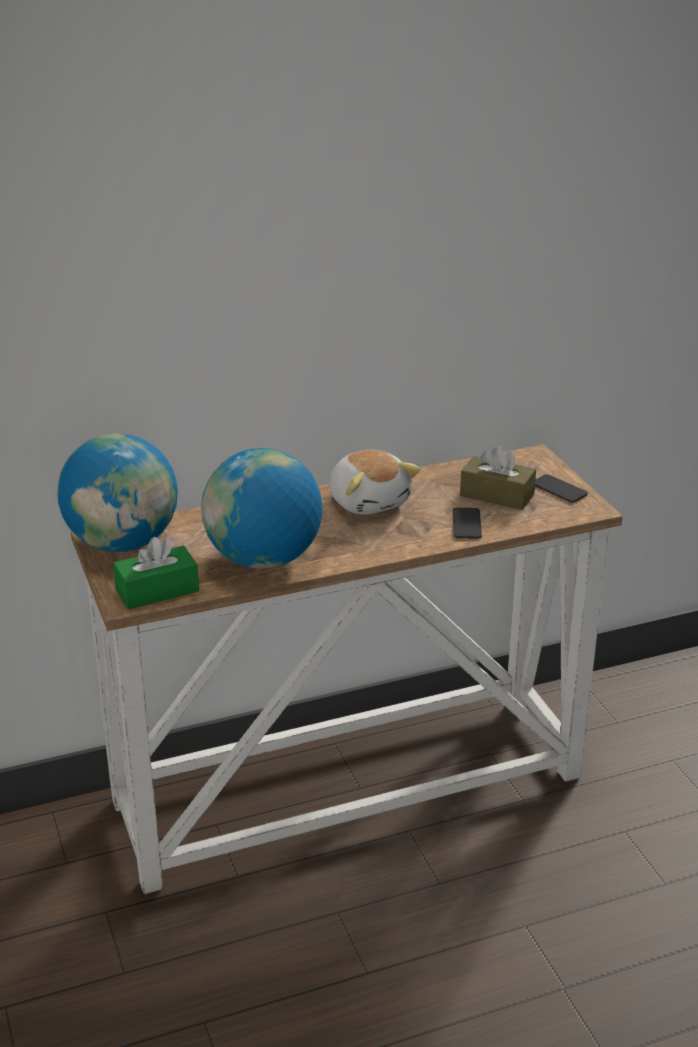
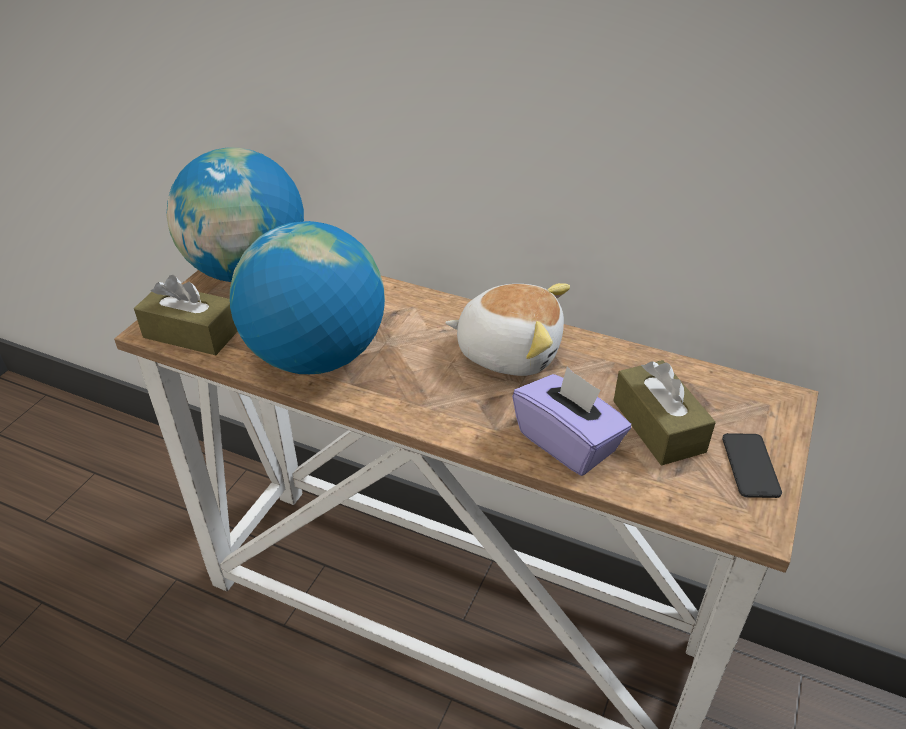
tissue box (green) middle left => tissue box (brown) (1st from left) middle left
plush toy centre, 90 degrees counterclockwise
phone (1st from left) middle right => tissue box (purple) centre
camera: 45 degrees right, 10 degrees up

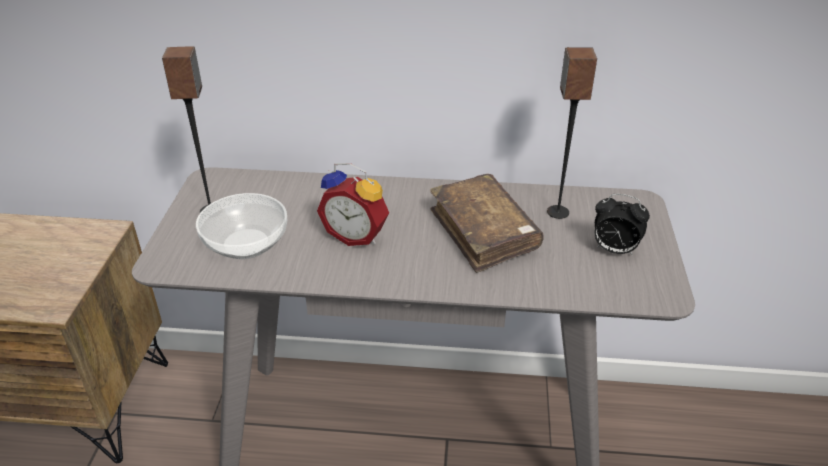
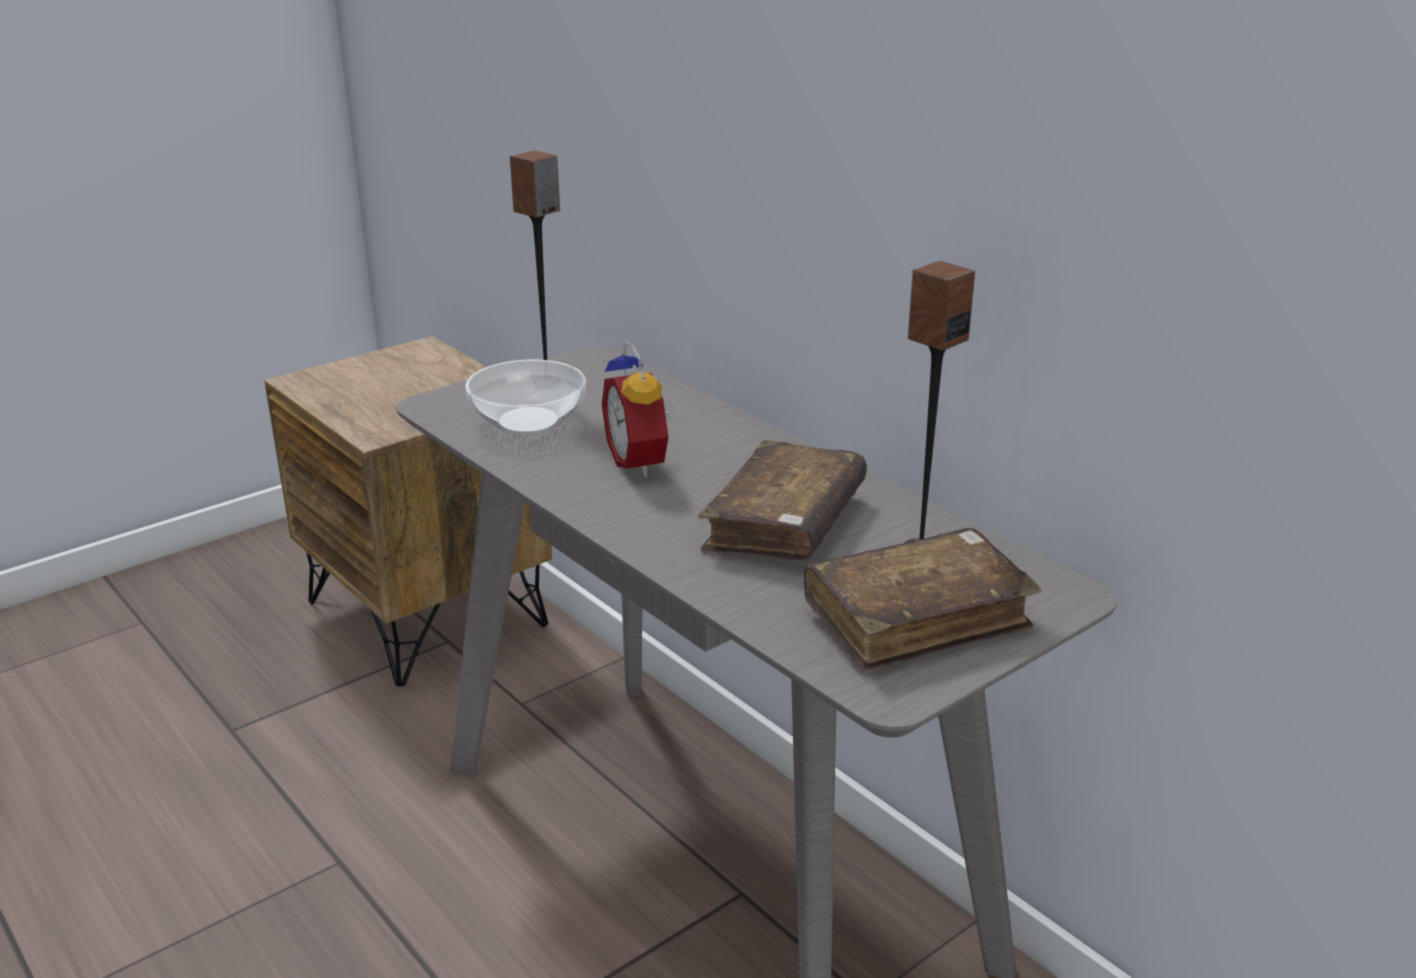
alarm clock (2nd from left) middle right => book (brown) (2nd from left) centre
camera: 45 degrees right, 10 degrees down

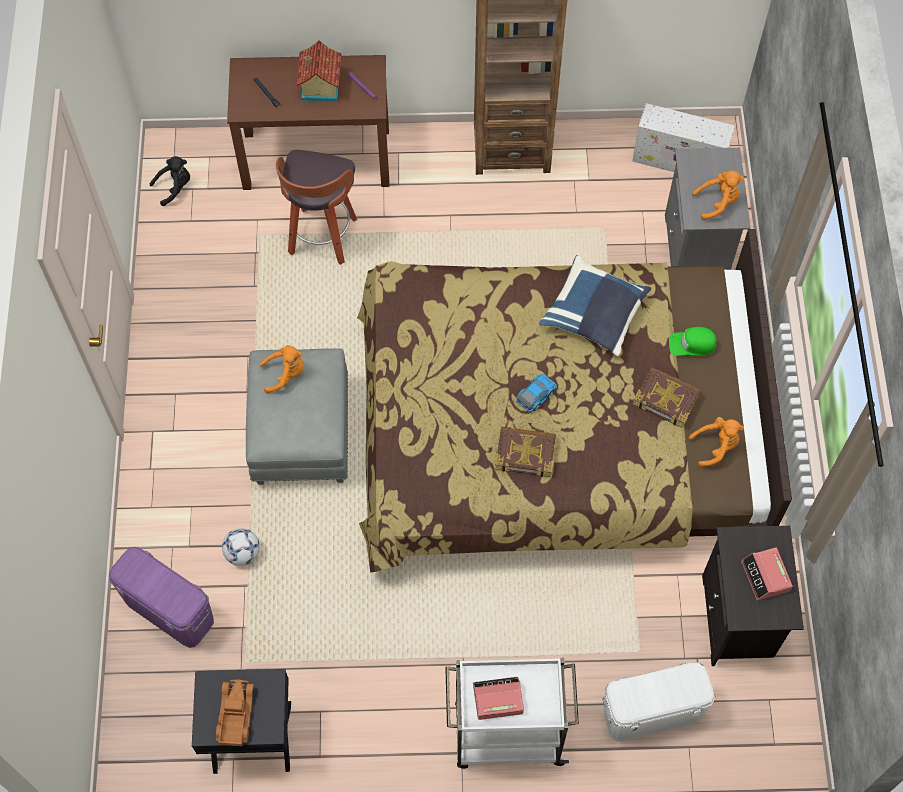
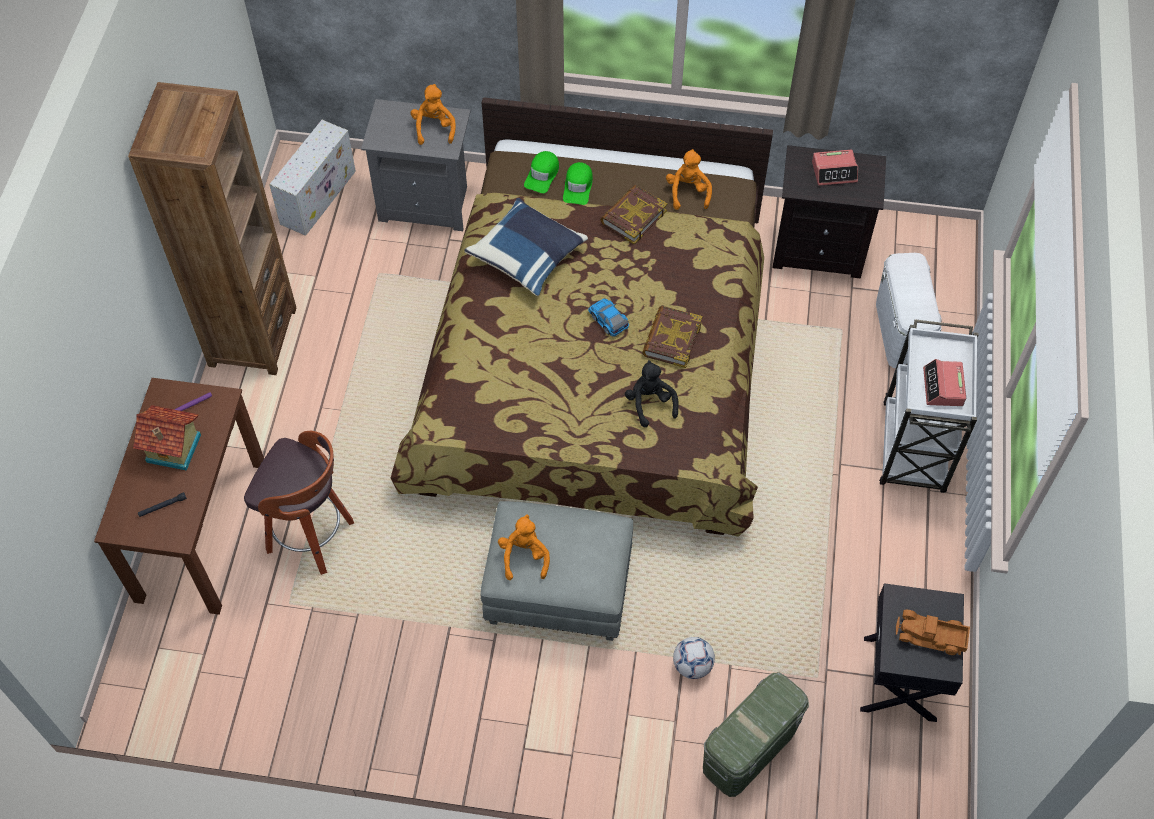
nothing => cap (green) (1st from left) top centre
plush toy (black) top left => plush toy (black) centre, move
storage box (purple) bottom left => storage box (green) bottom centre
camera: 80 degrees left, 5 degrees down

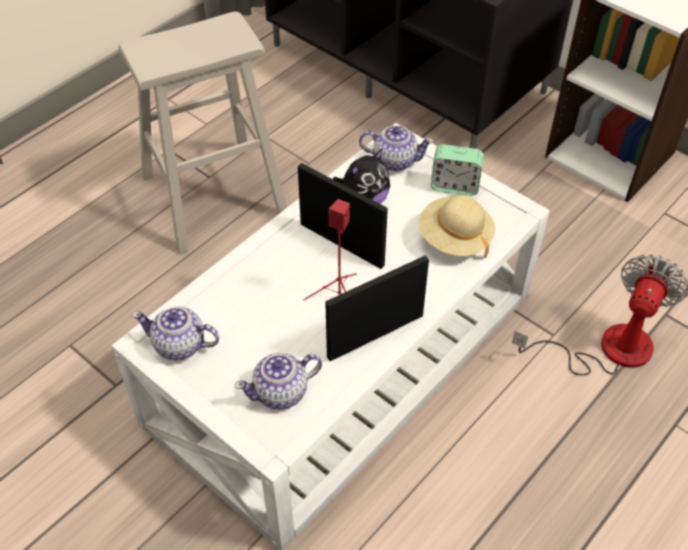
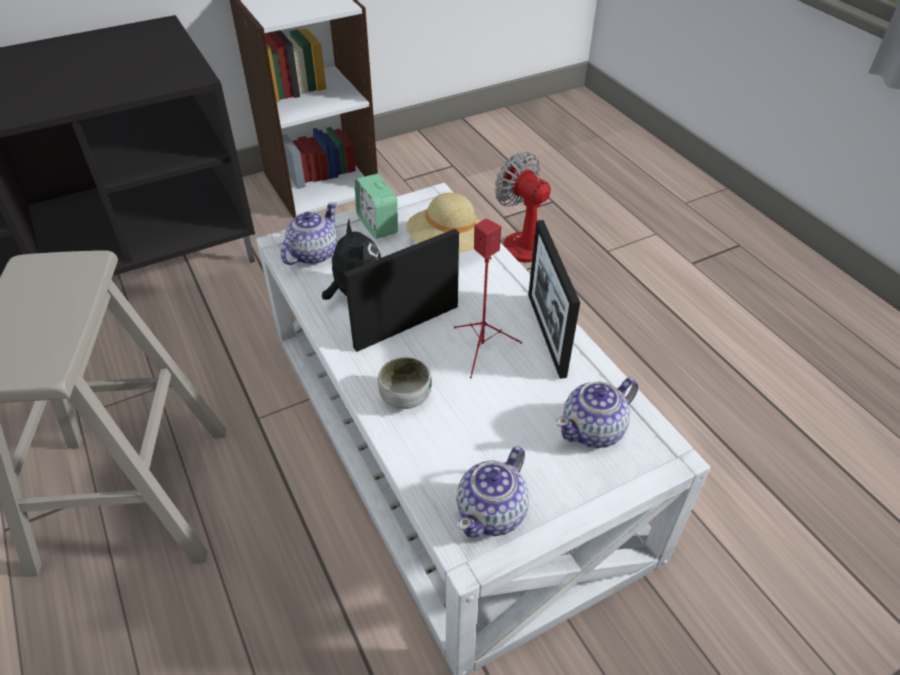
alarm clock top centre, 120 degrees clockwise
nothing => bowl centre
teapot (2nd from left in the first image) bottom centre => teapot (3rd from left) centre, 60 degrees clockwise
camera: 70 degrees left, 5 degrees down

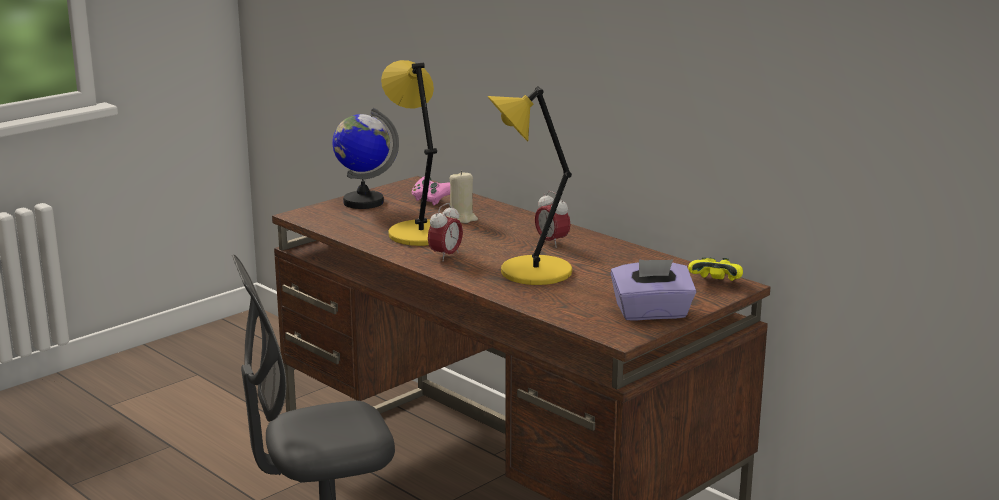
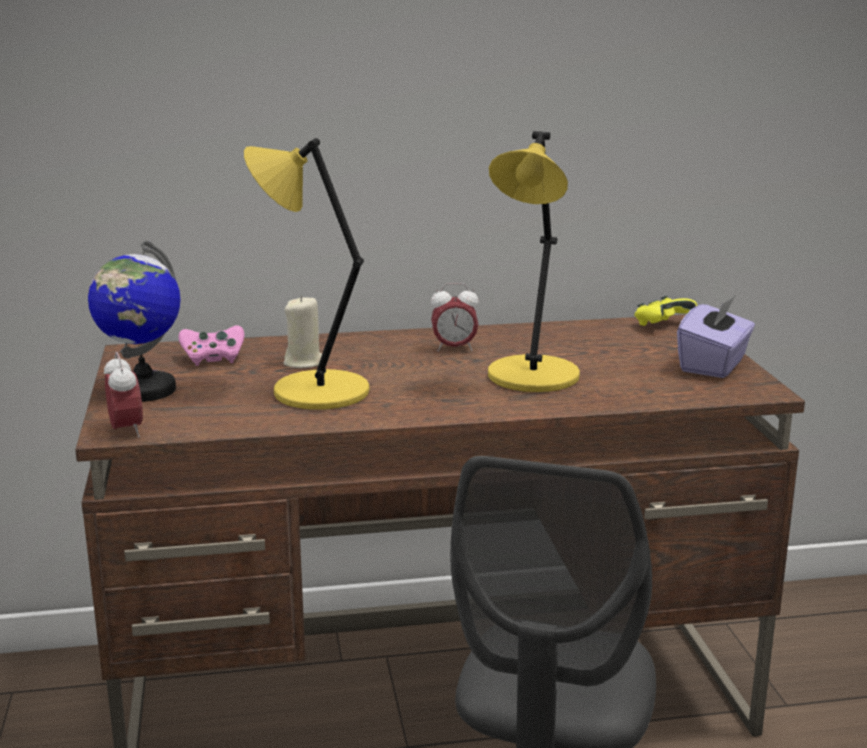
alarm clock (1st from left) centre => alarm clock (1st from left) middle left, move
camera: 55 degrees left, 0 degrees up

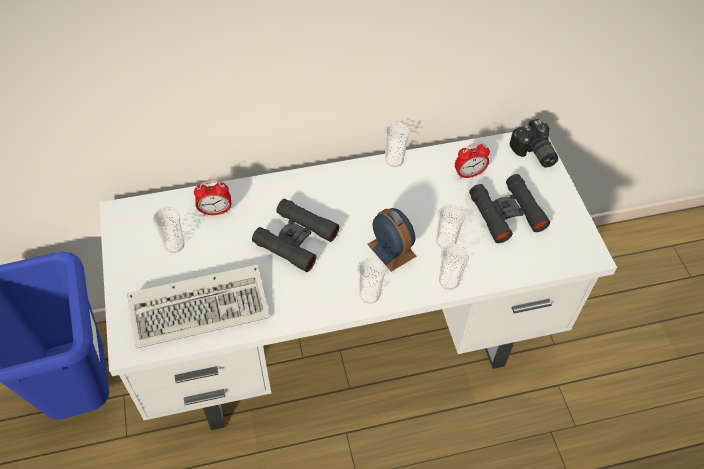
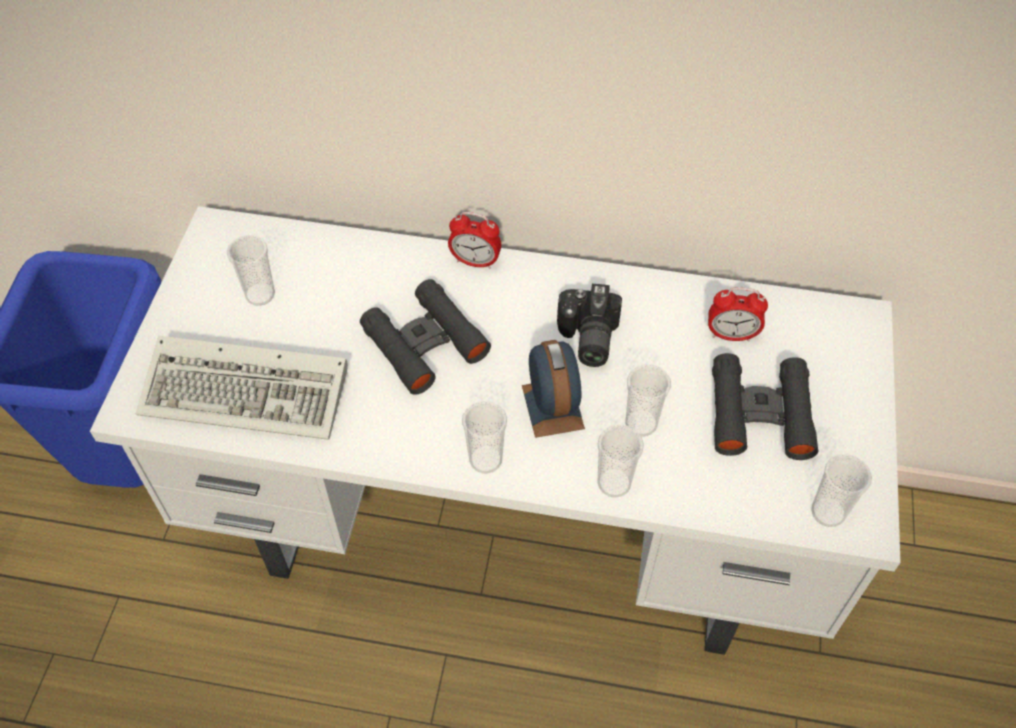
alarm clock (1st from left) middle left => alarm clock (1st from left) top centre, move
photo camera top right => photo camera centre, move
cup (3rd from left in the first image) top centre => cup (5th from left) bottom right, move
camera: 25 degrees right, 0 degrees up

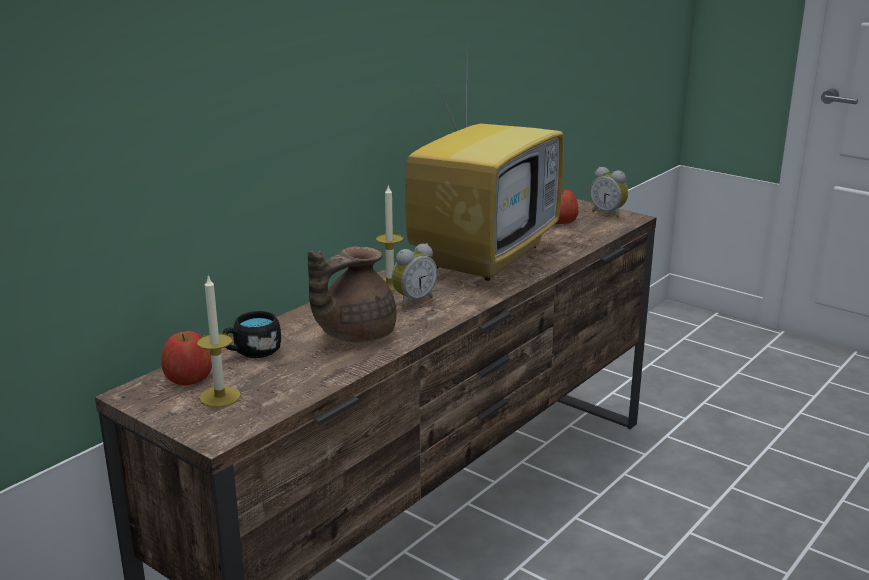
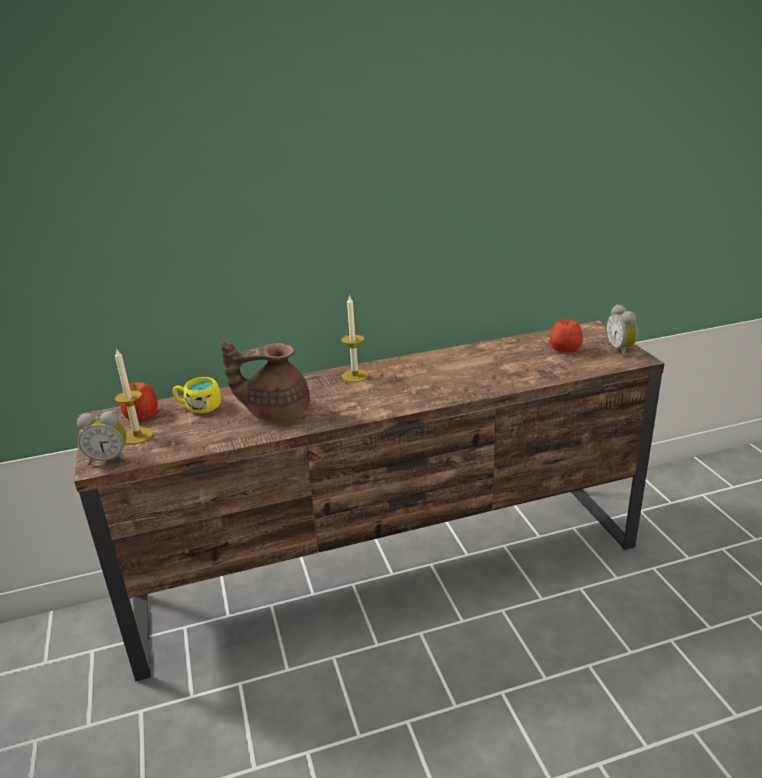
alarm clock (1st from left) centre => alarm clock (1st from left) middle left, move
mug (black) middle left => mug (yellow) middle left
television top centre => nothing
camera: 35 degrees right, 5 degrees up

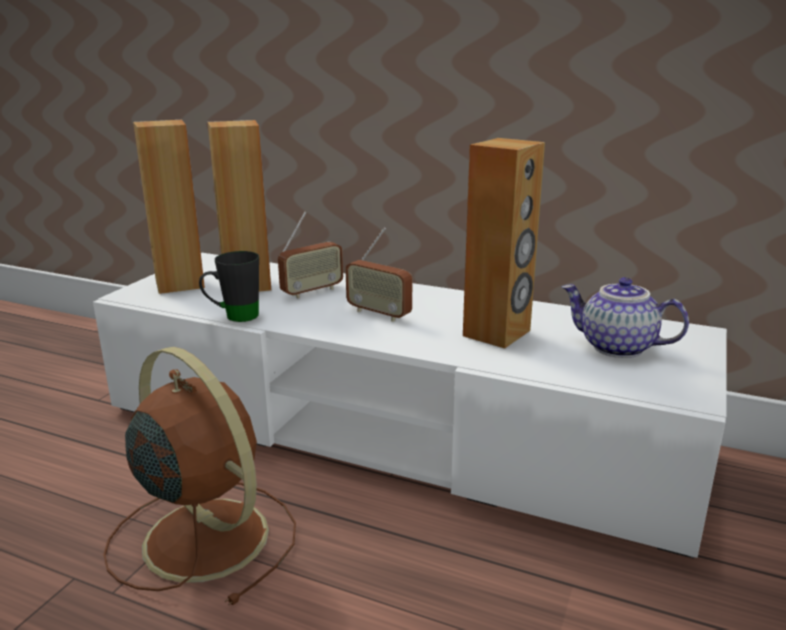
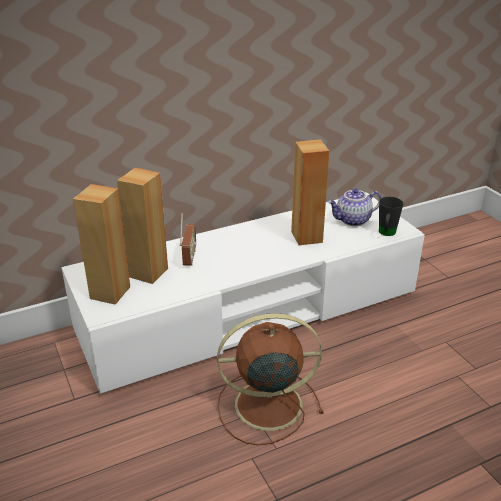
mug (black) middle left => mug (black) middle right, move
radio (2nd from left) centre => nothing
camera: 50 degrees left, 10 degrees up

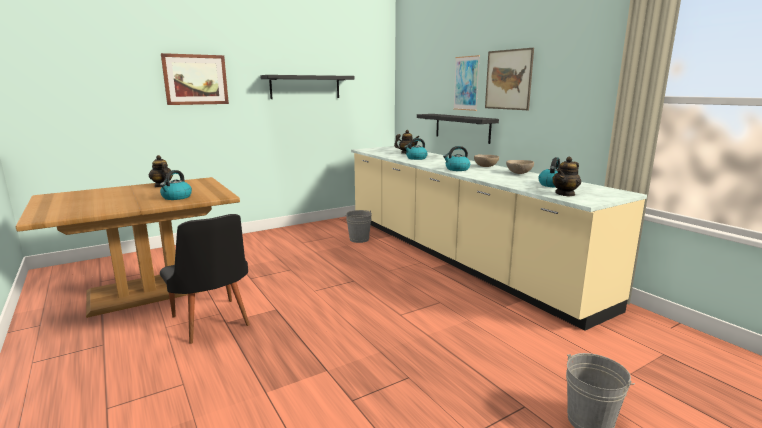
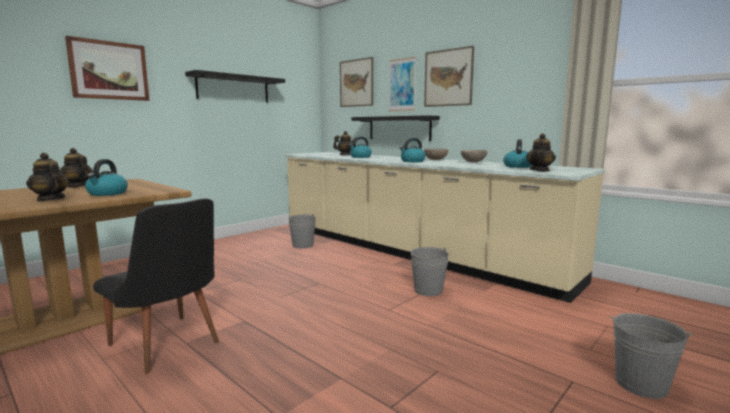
nothing => teapot (1st from left) middle left
nothing => picture (2nd from left) top centre
nothing => bucket (grey) (2nd from left) centre
camera: 15 degrees left, 5 degrees down

